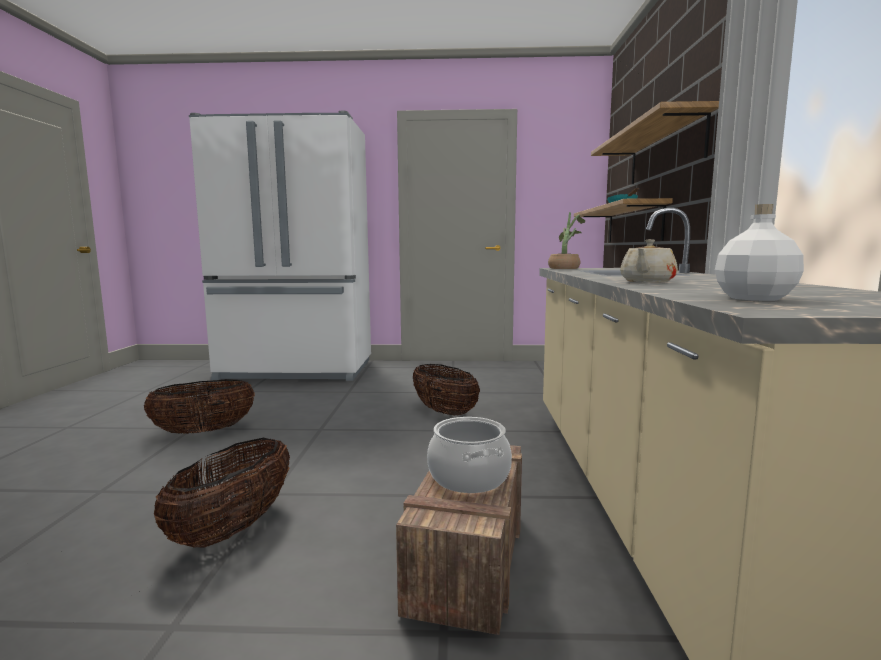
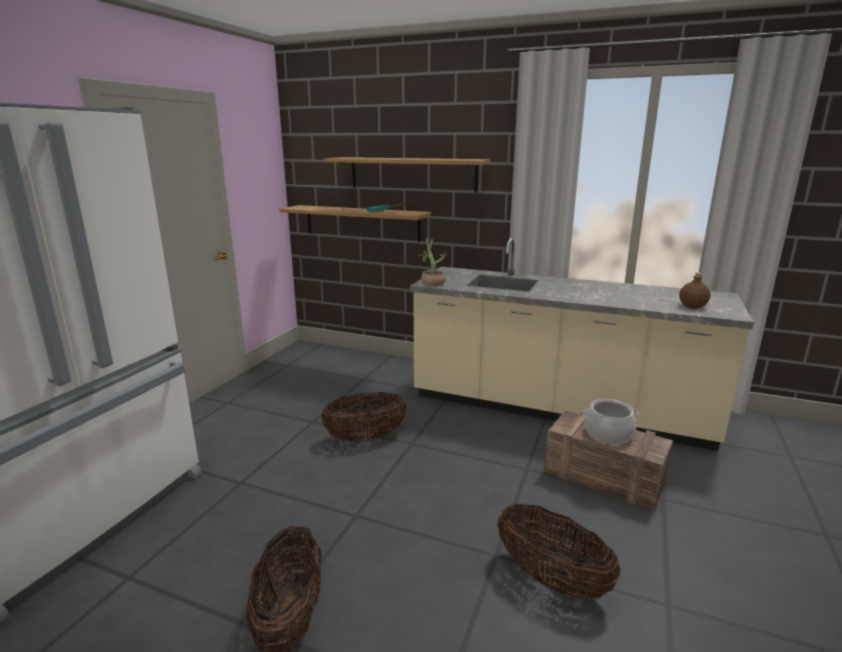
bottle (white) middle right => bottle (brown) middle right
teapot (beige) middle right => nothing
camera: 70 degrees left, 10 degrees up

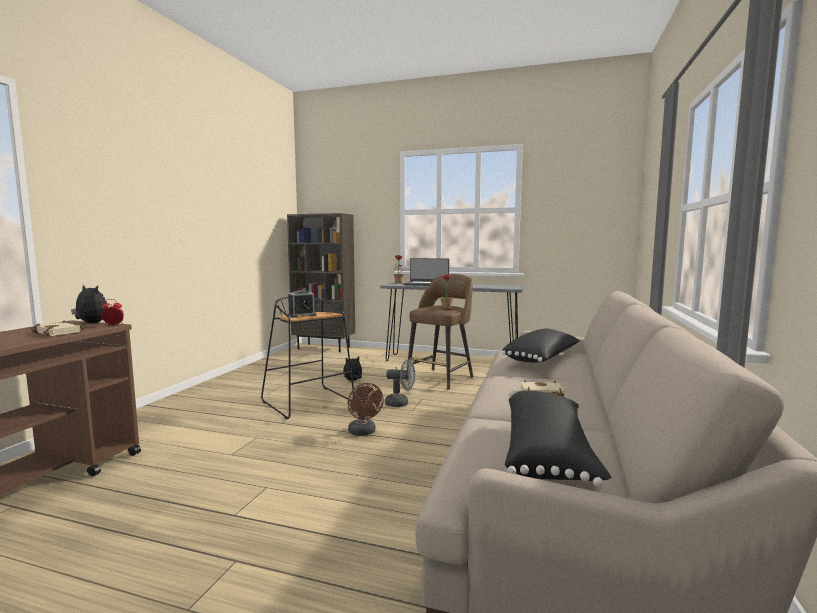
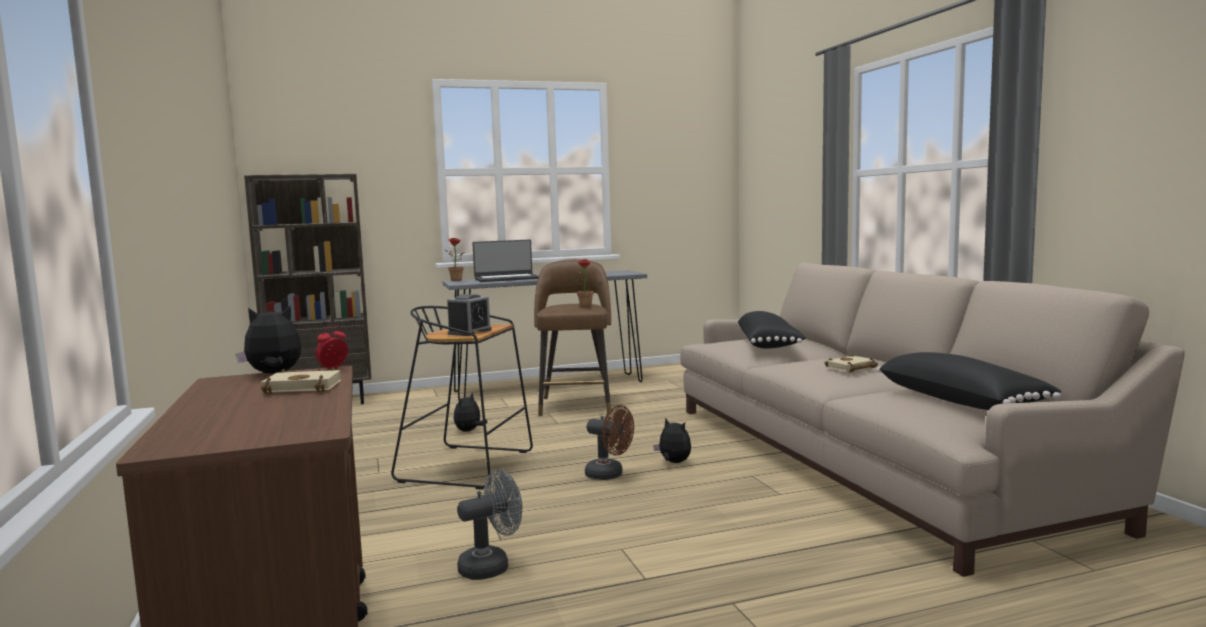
fan (grey) centre => fan (grey) bottom centre, move
nothing => plush toy (3rd from left) bottom centre
camera: 35 degrees left, 0 degrees up

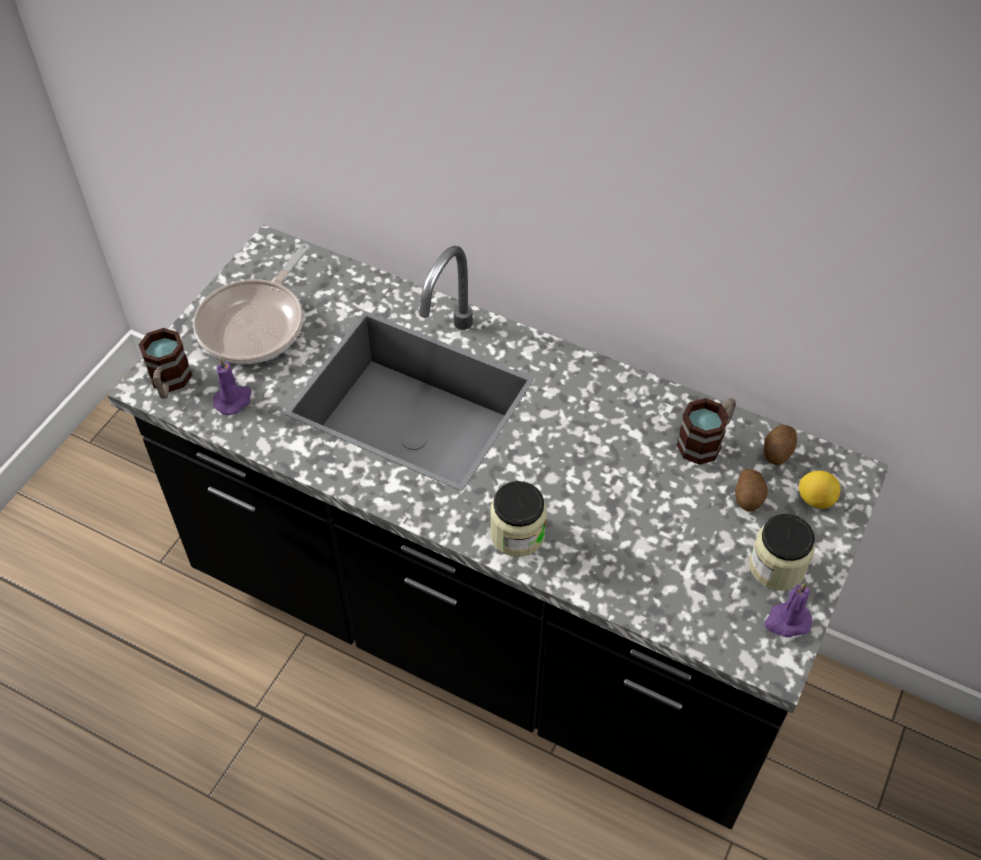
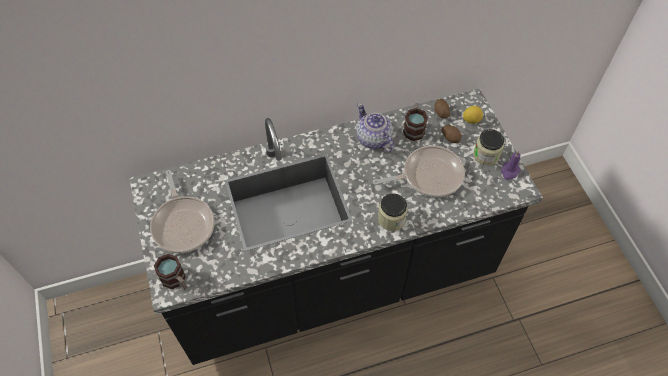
nothing => teapot centre
nothing => frying pan (2nd from left) centre
candle (purple) (1st from left) middle left => nothing
camera: 45 degrees left, 5 degrees up

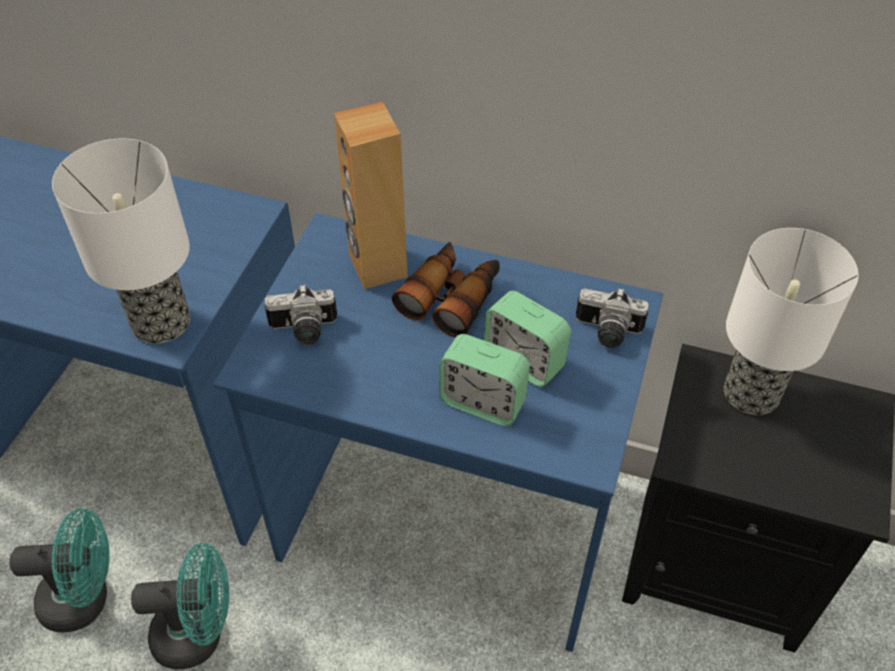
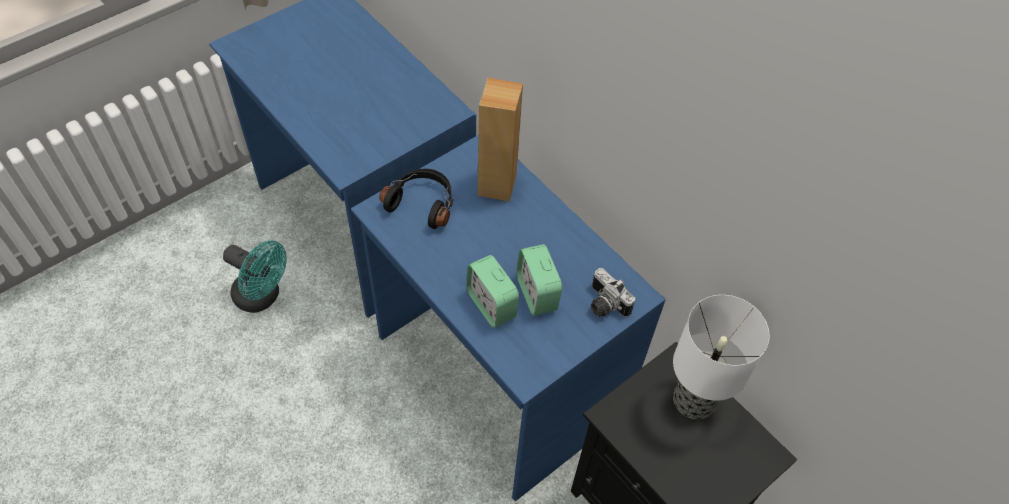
photo camera (1st from left) centre => headphones (black) centre
table lamp (1st from left) middle left => nothing
fan (turquoise) (2nd from left) bottom left => nothing
binoculars centre => nothing
camera: 30 degrees right, 5 degrees up

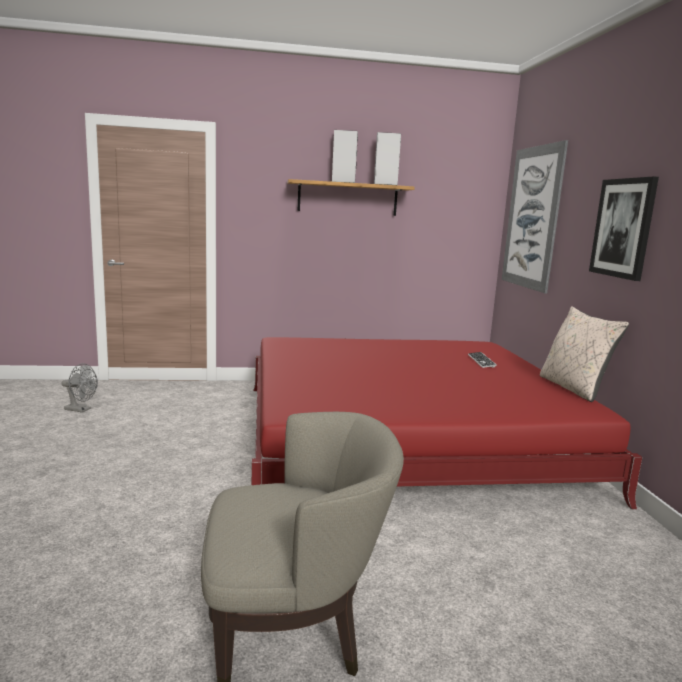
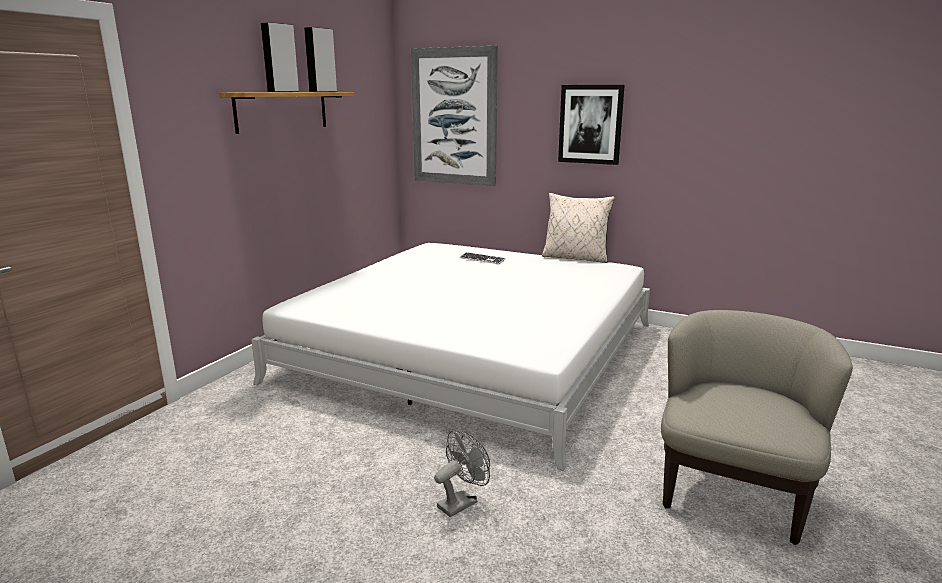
bed (red) centre => bed (white) centre
fan (grey) middle left => fan (grey) bottom centre, move
camera: 55 degrees left, 5 degrees up

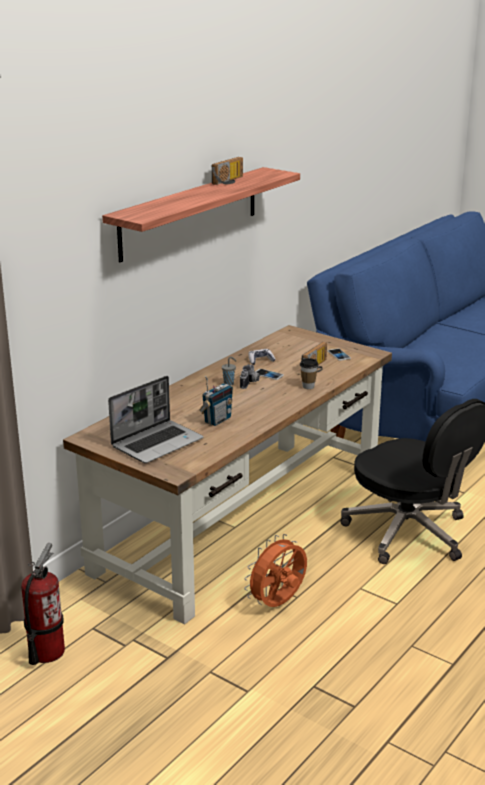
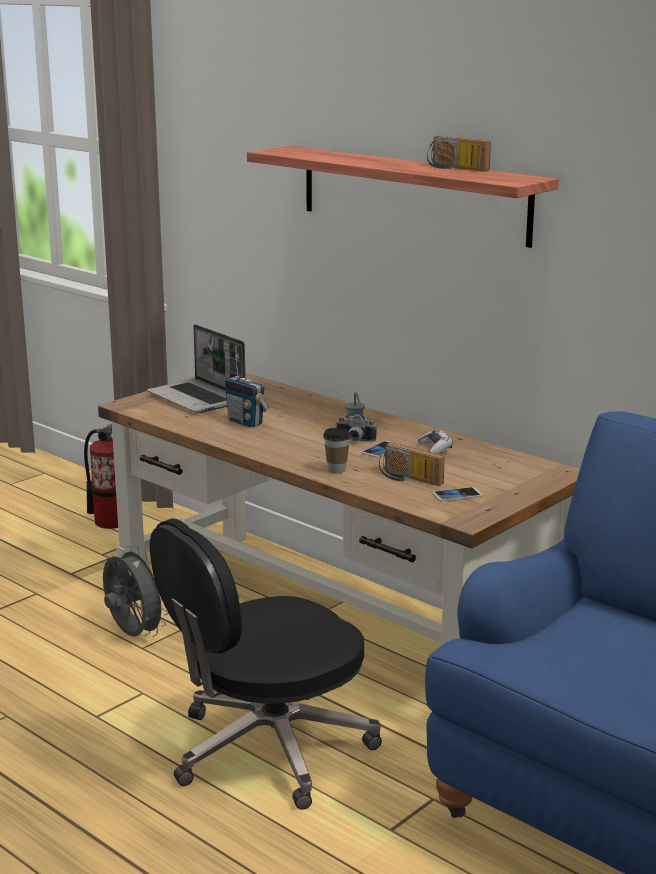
fan (orange) bottom centre => fan (grey) bottom left
camera: 95 degrees right, 5 degrees down

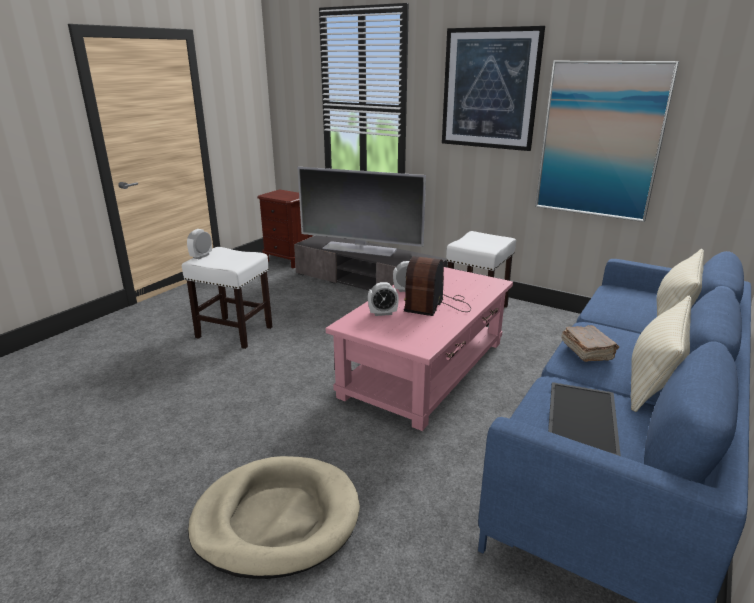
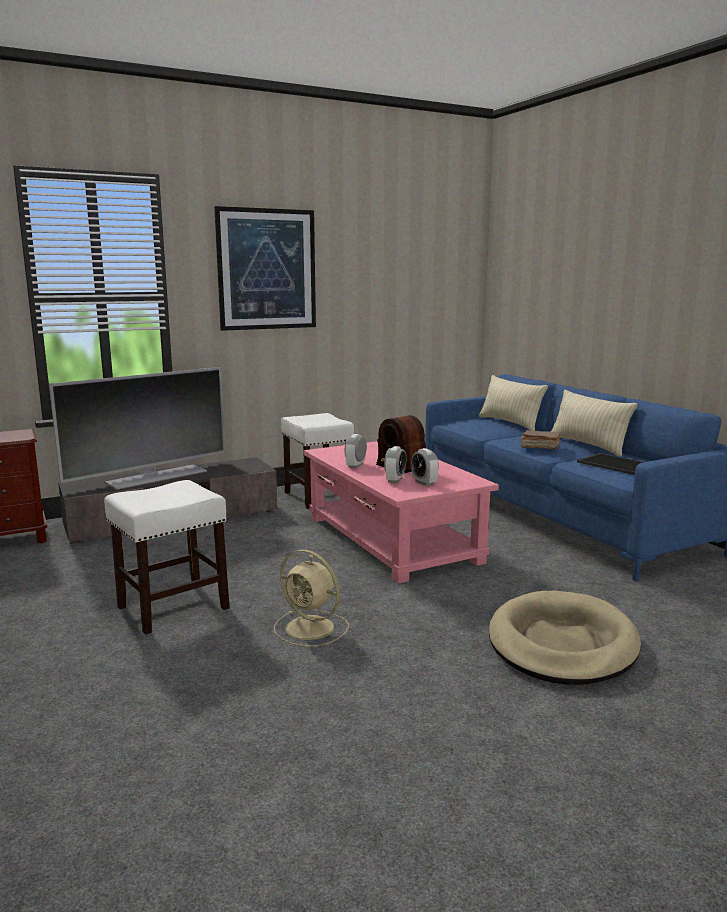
nothing => fan (beige) centre
alarm clock (1st from left in the first image) middle left => alarm clock (3rd from left) centre, move
picture (2nd from left) top right => nothing
camera: 60 degrees left, 10 degrees down

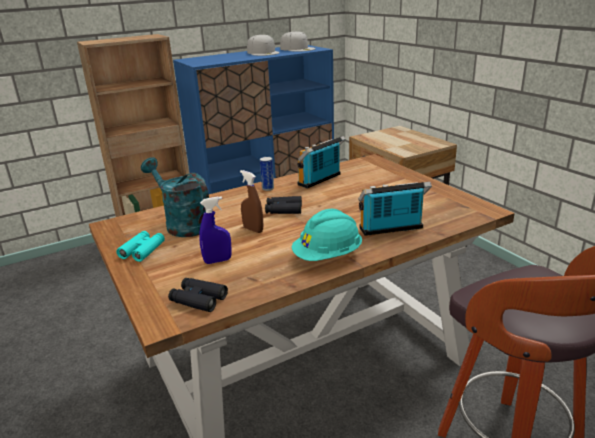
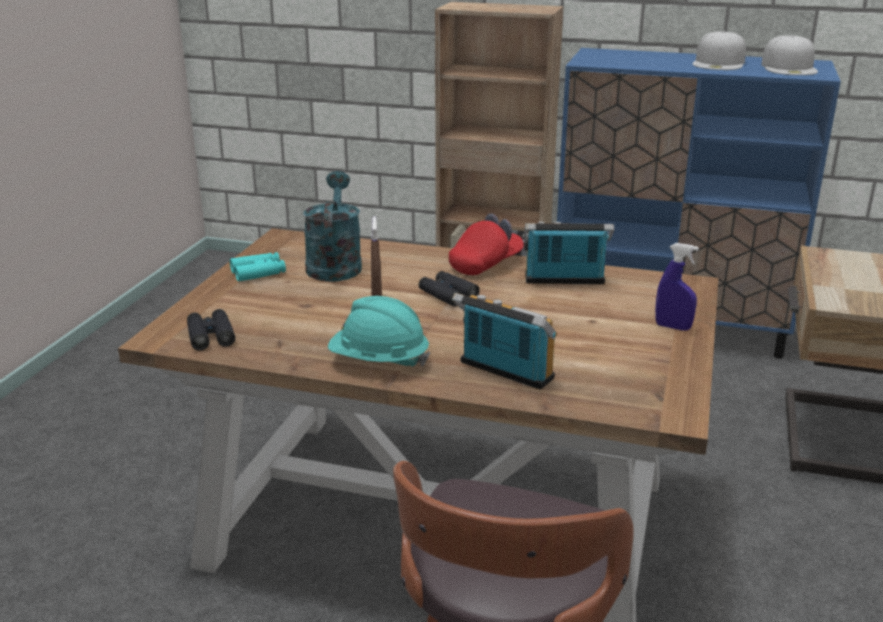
can centre => cap (red) centre
spray bottle (blue) centre => spray bottle (blue) middle right, move
camera: 45 degrees right, 0 degrees up

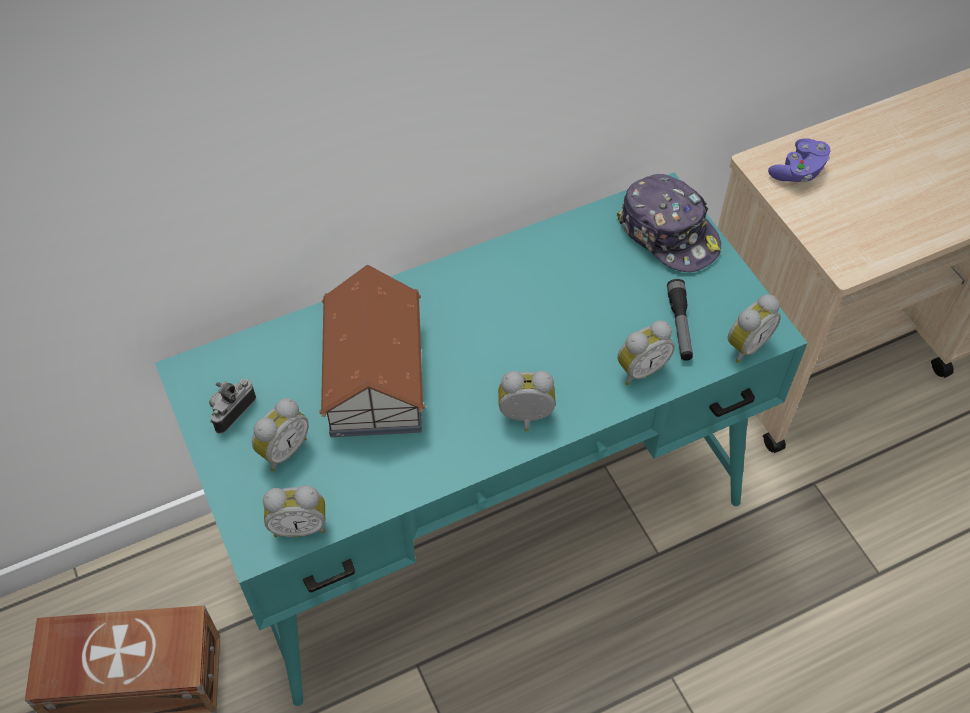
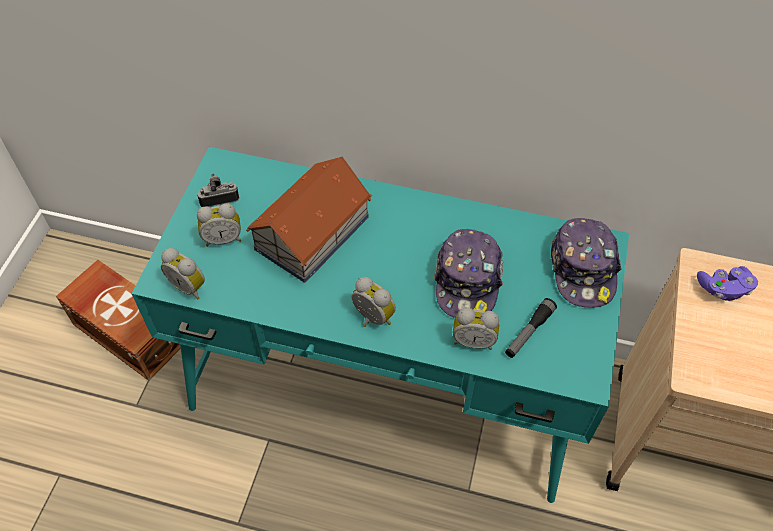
nothing => cap (1st from left) centre
alarm clock (5th from left) middle right => nothing
camera: 40 degrees right, 0 degrees up

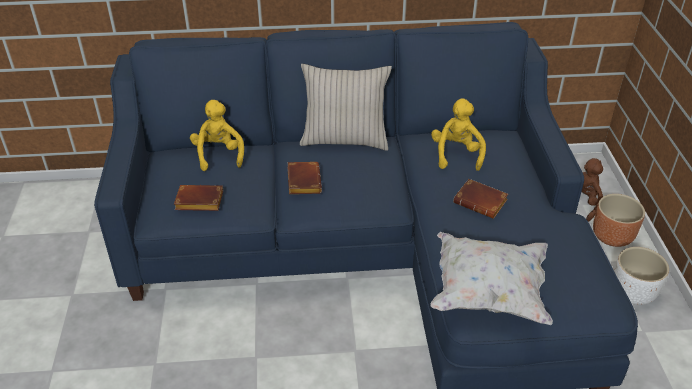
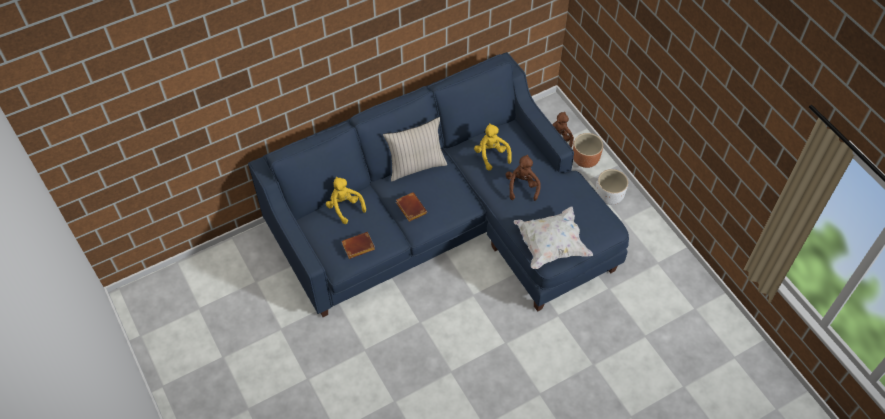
book (brown) (3rd from left) middle right => plush toy (brown) (1st from left) centre
camera: 25 degrees left, 15 degrees up

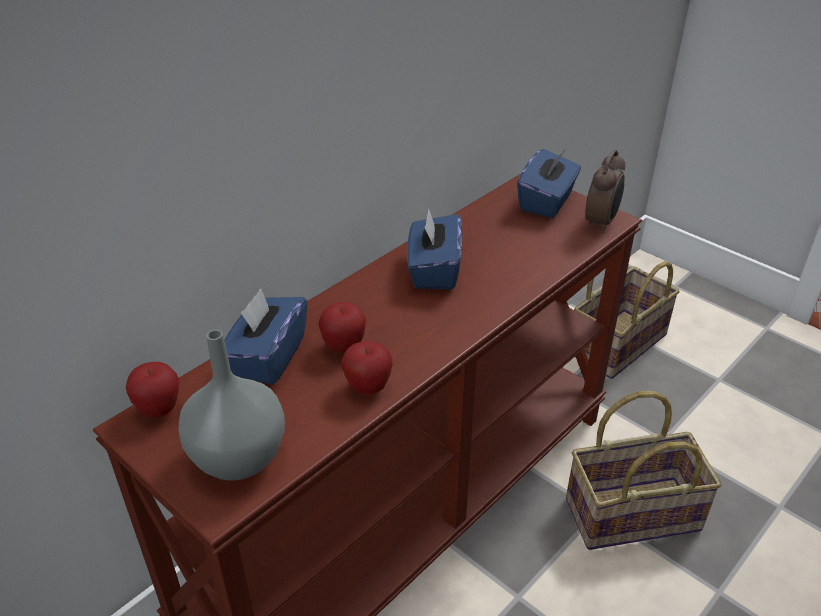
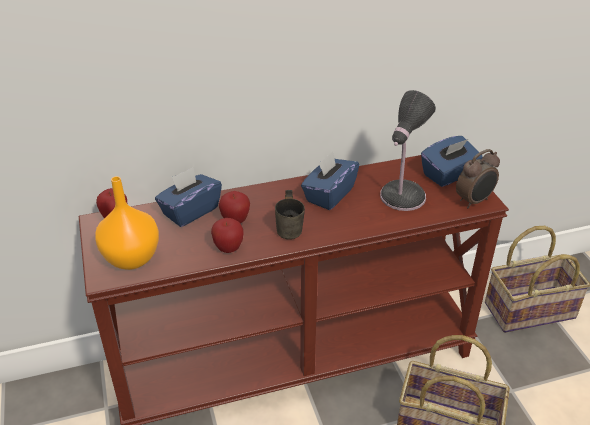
vase (grey) middle left => vase (orange) middle left
nothing => mug (grey) centre
nothing => table lamp middle right
camera: 30 degrees right, 0 degrees up

